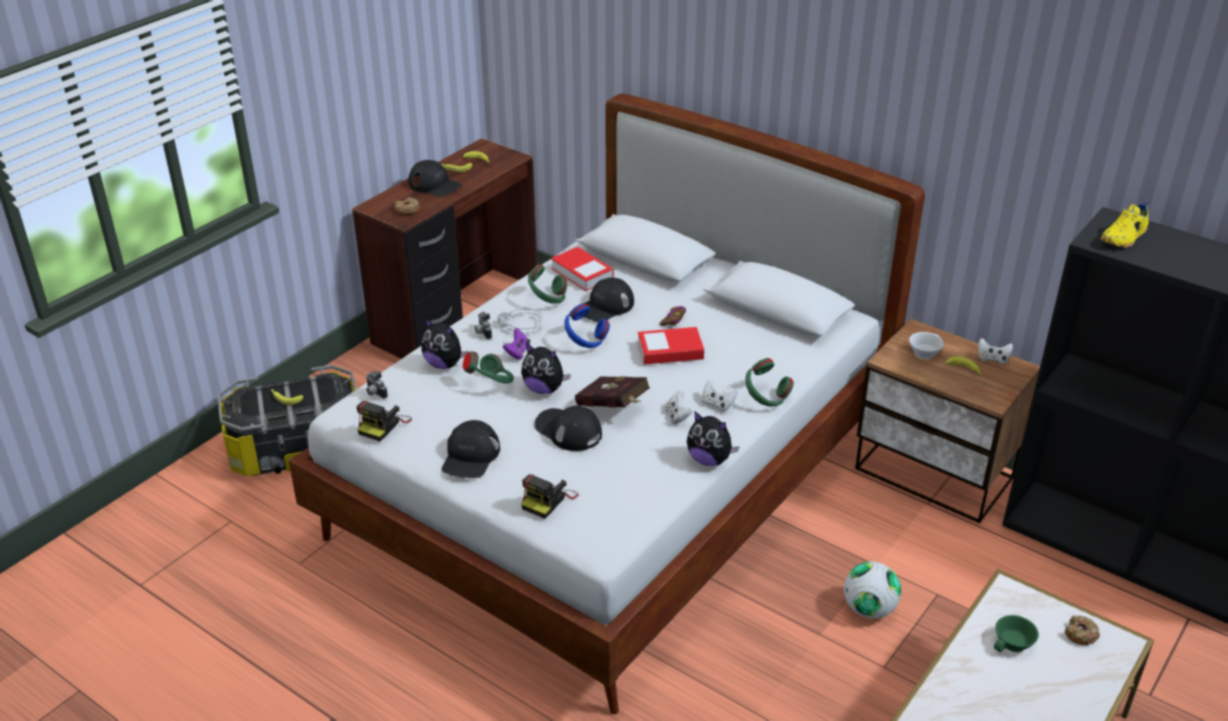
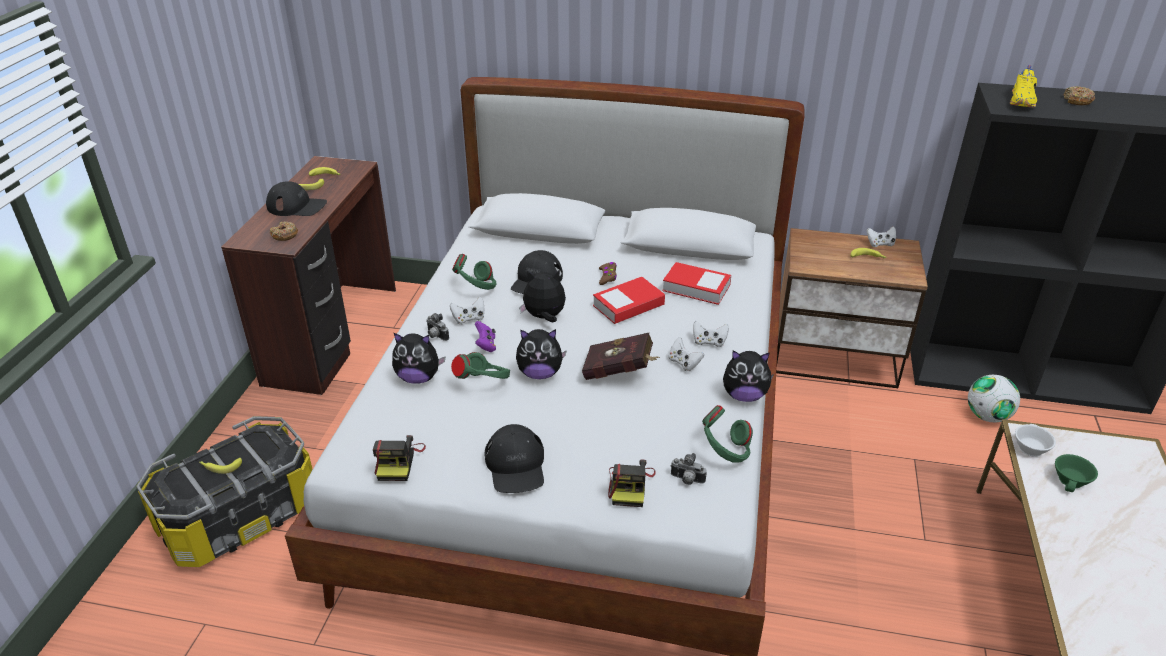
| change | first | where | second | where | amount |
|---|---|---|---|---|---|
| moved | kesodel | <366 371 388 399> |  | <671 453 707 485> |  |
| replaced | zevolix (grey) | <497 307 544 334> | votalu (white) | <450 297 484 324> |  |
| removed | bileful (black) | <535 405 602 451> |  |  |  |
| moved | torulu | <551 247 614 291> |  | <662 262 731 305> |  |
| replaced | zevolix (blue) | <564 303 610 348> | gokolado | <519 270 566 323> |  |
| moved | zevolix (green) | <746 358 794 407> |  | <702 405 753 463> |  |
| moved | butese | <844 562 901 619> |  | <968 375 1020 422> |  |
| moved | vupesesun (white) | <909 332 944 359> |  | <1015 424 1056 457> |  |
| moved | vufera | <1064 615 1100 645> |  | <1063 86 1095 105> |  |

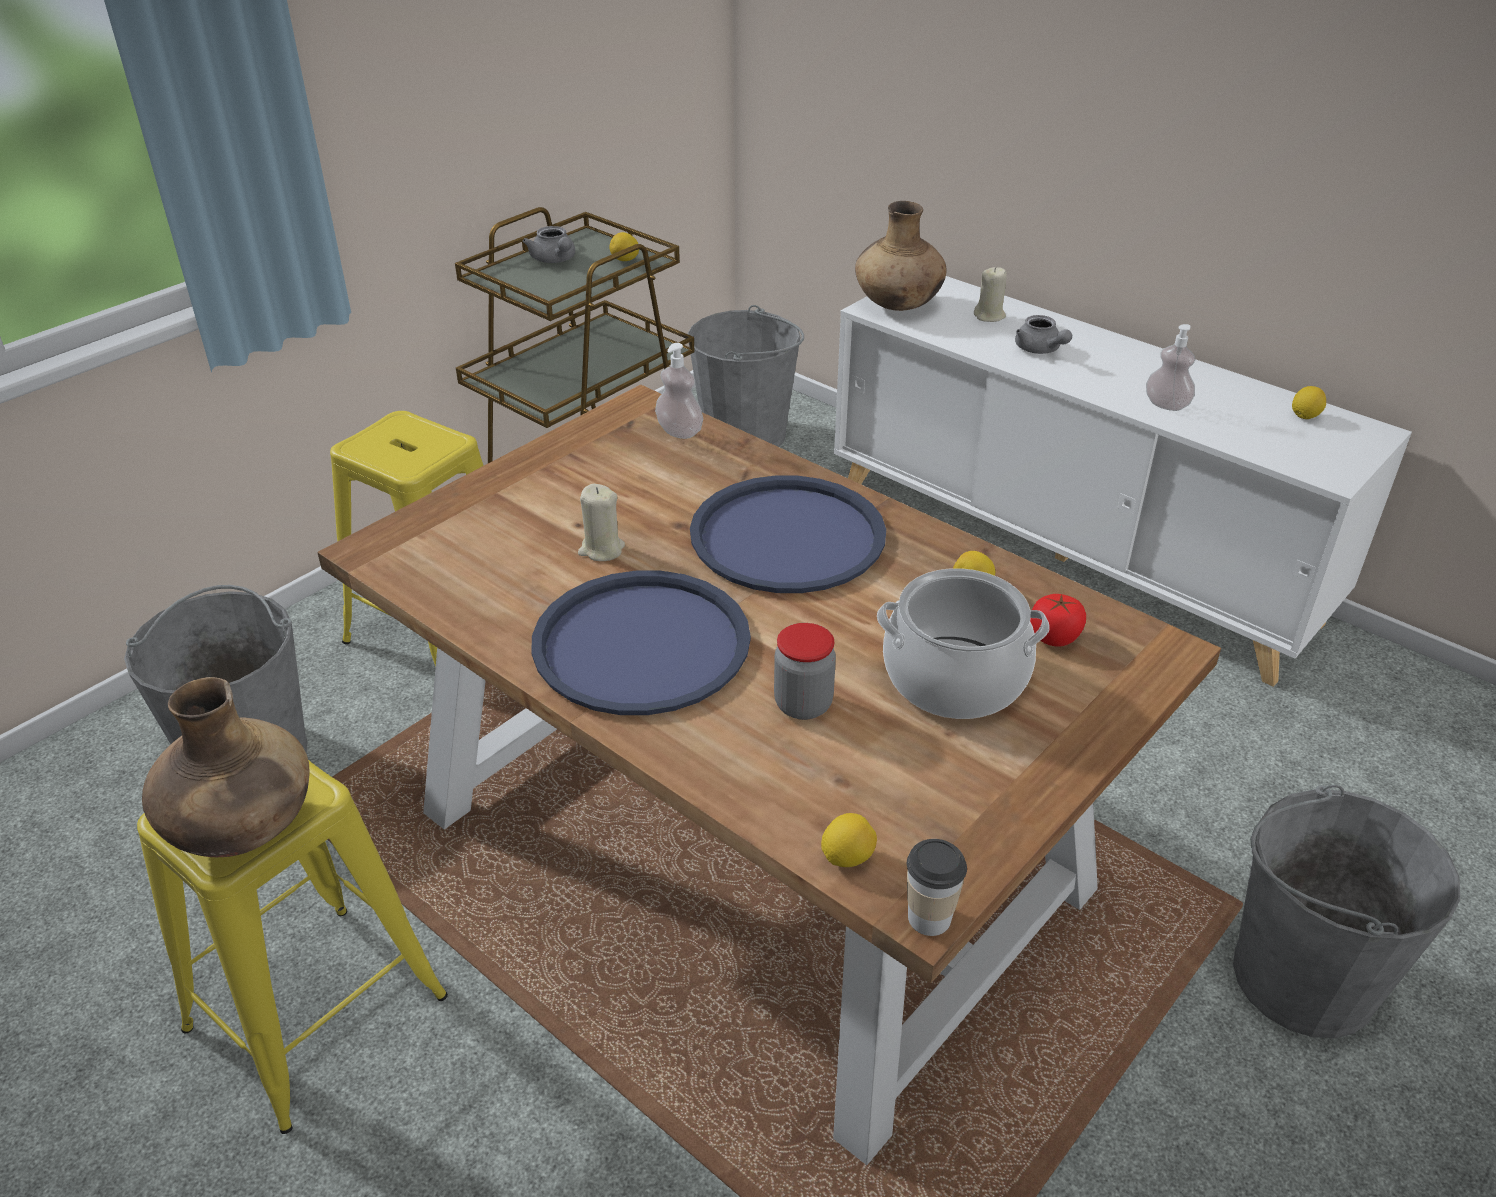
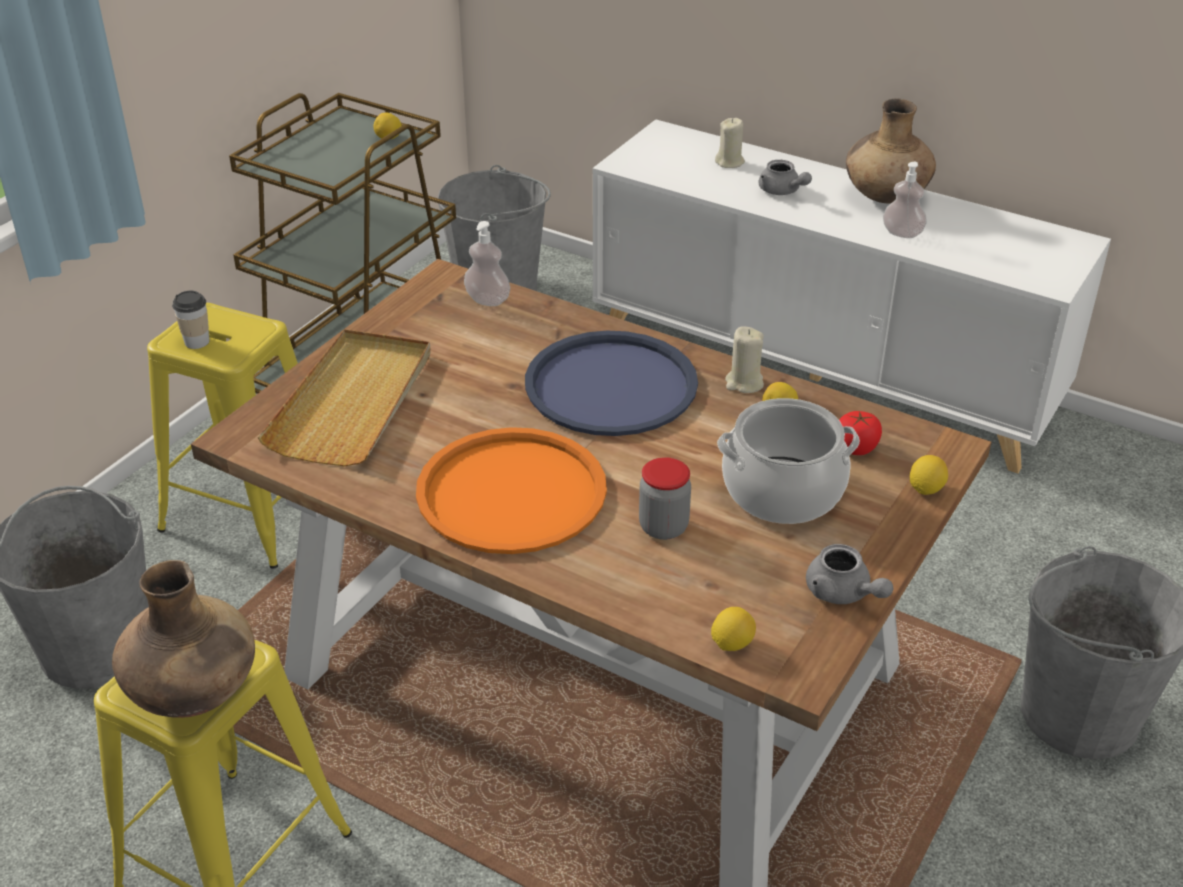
| change | first | where | second | where | amount |
|---|---|---|---|---|---|
| moved | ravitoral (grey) | <523 226 575 263> |  | <806 544 893 604> |  |
| recoloured | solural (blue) | <531 571 751 715> | solural (orange) | <416 427 607 554> |  |
| moved | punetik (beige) | <578 484 625 561> |  | <725 326 764 393> |  |
| moved | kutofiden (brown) | <855 201 946 311> |  | <846 99 936 203> |  |
| moved | vupesesun | <907 839 967 936> |  | <172 291 210 349> |  |
| moved | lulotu | <1292 386 1326 419> |  | <910 455 948 495> |  |
| added |  |  | solural (beige) | <257 329 431 466> |  |

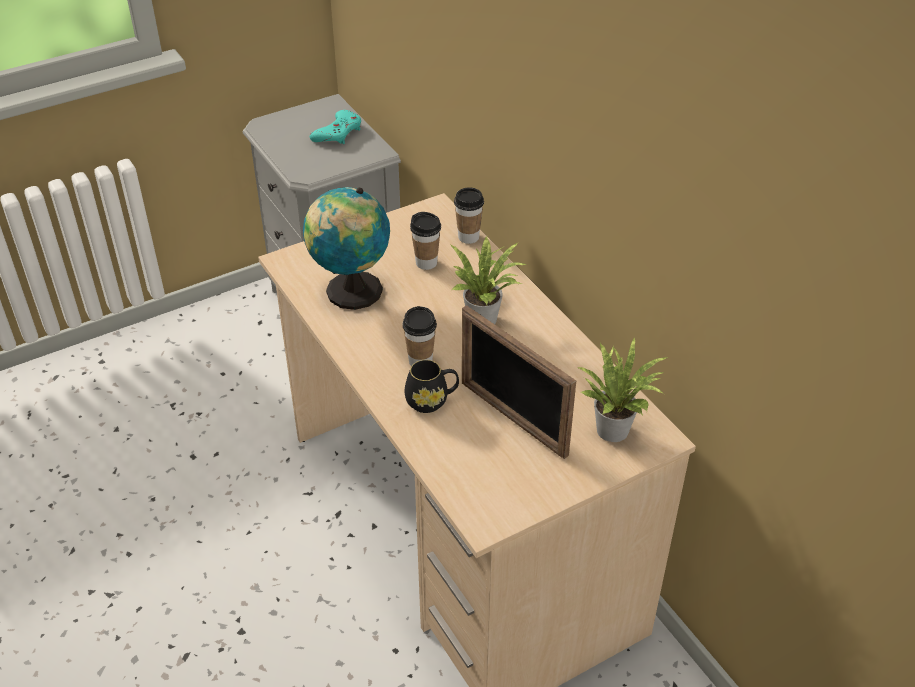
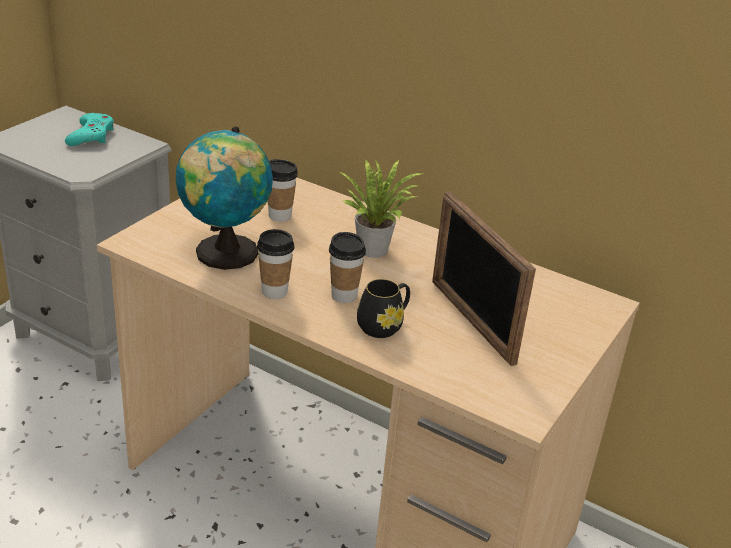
| change | first | where | second | where | amount |
|---|---|---|---|---|---|
| moved | vupesesun | <454 187 484 244> |  | <257 229 295 299> |  |
| turned | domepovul | <462 305 576 459> |  | <432 191 536 366> | 45 degrees clockwise |
| removed | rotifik | <577 337 667 442> |  |  |  |

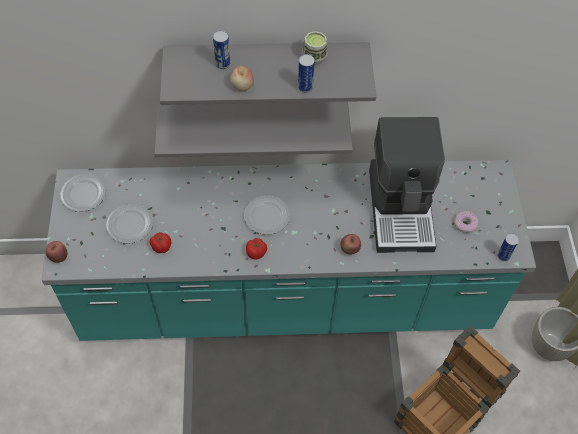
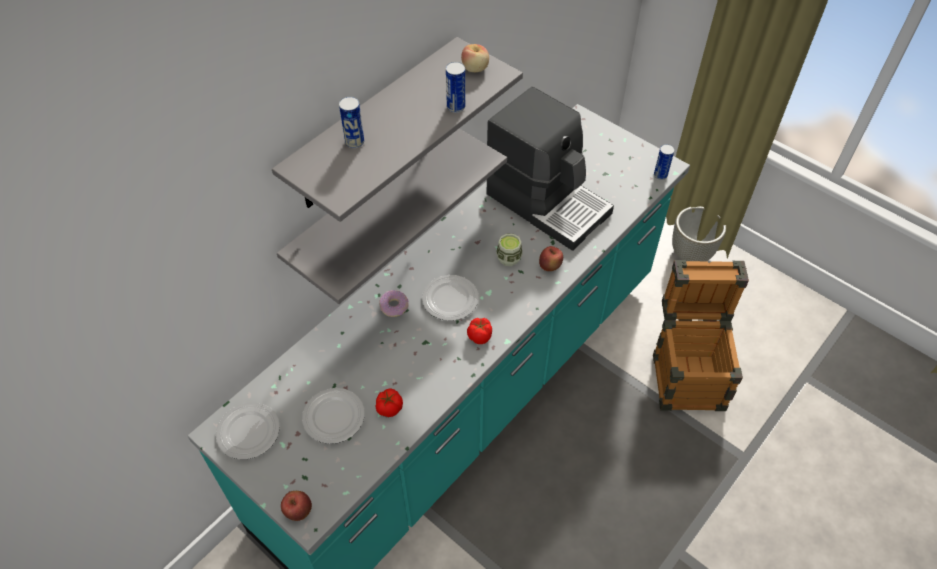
| change | first | where | second | where | amount |
|---|---|---|---|---|---|
| moved | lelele | <230 66 254 91> |  | <461 44 489 72> |  |
| moved | vupesesun | <302 31 328 65> |  | <496 234 522 266> |  |
| moved | vufera | <454 211 478 233> |  | <379 290 409 317> |  |

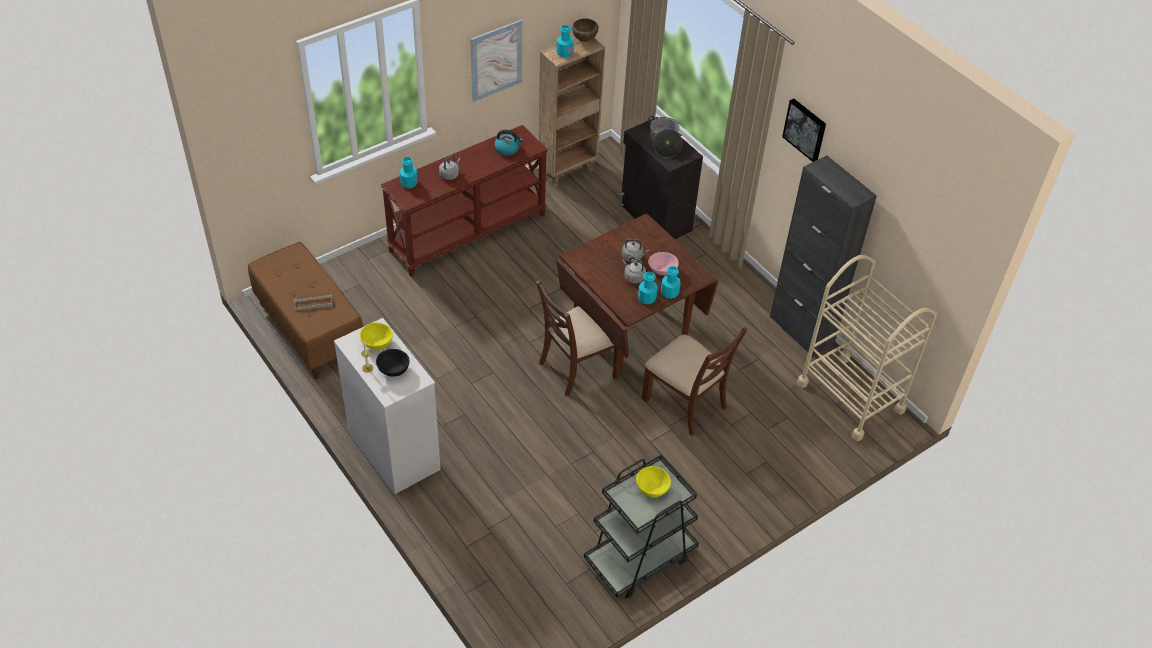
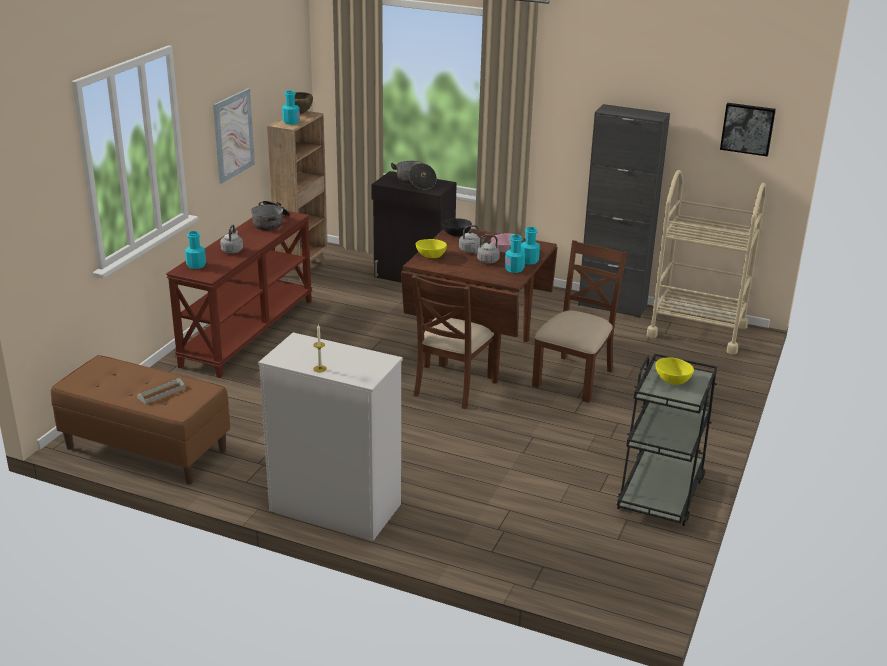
| change | first | where | second | where | amount |
|---|---|---|---|---|---|
| moved | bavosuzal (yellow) | <360 322 393 350> |  | <416 239 447 258> |  |
| moved | bavosuzal (black) | <376 349 409 377> |  | <441 218 472 236> |  |
| replaced | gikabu | <494 130 523 156> | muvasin | <251 201 291 231> |  |
| turned | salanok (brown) | <642 327 748 436> |  | <532 240 628 403> | 75 degrees counterclockwise |
| moved | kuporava | <782 99 826 162> |  | <720 103 776 156> |  |

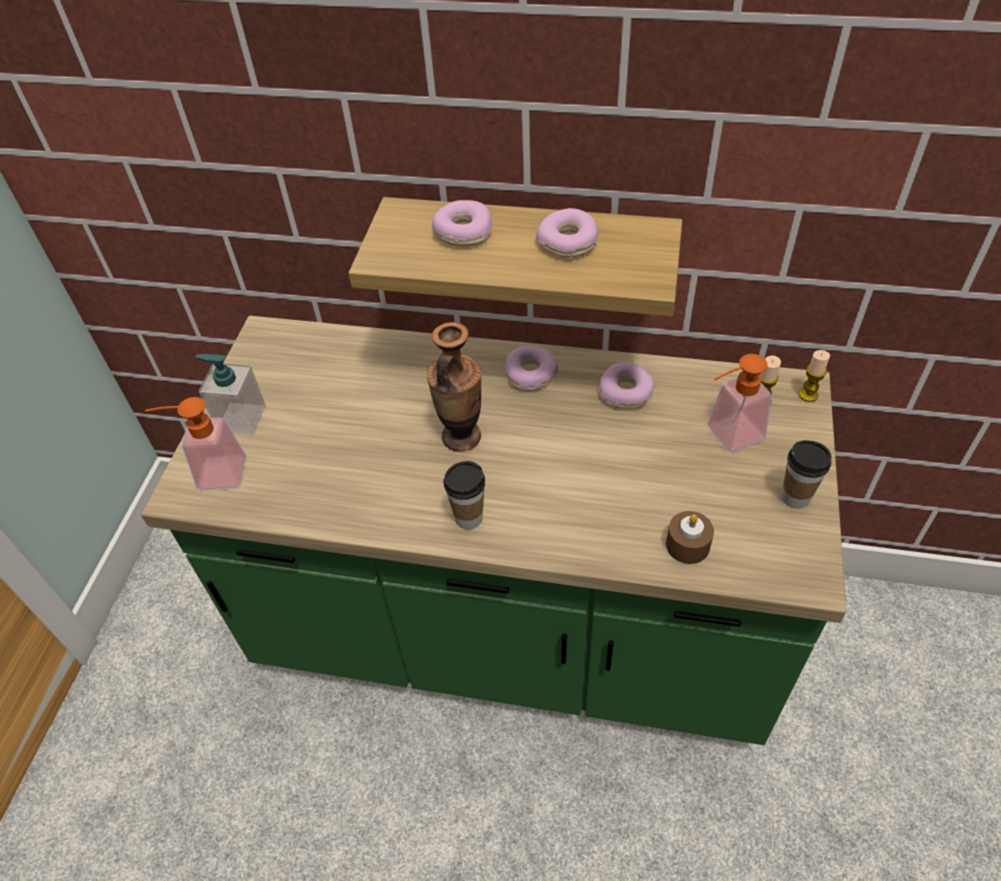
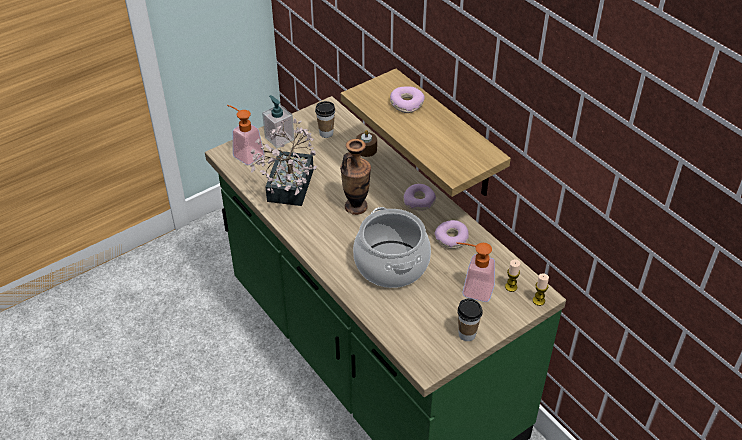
| change | first | where | second | where | amount |
|---|---|---|---|---|---|
| moved | vupesesun | <443 461 485 529> |  | <315 101 335 138> |  |
| removed | vufera | <536 208 599 258> |  |  |  |
| moved | punetik (brown) | <666 511 714 564> |  | <356 130 377 157> |  |
| added |  |  | rotifik | <250 118 317 206> |  |
| added |  |  | muvasin | <353 207 431 288> |  |

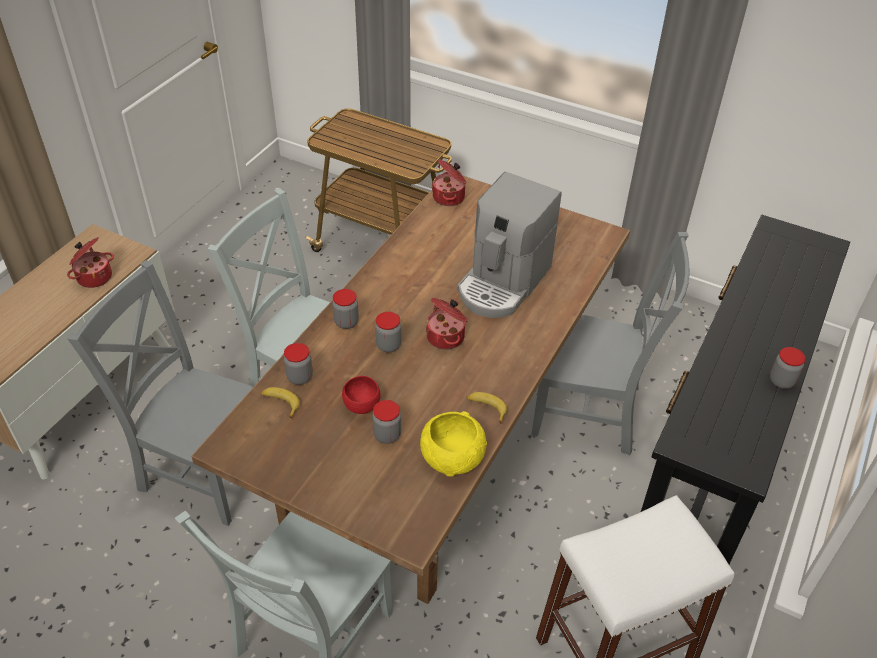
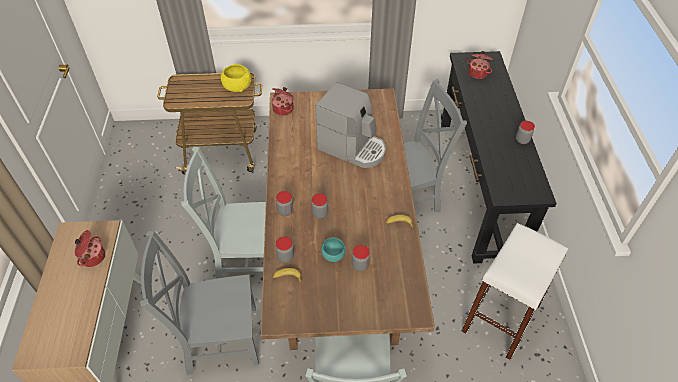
| change | first | where | second | where | amount |
|---|---|---|---|---|---|
| recoloured | bavosuzal (red) | <342 376 381 414> | bavosuzal (turquoise) | <321 238 346 262> |  |
| moved | bavosuzal (yellow) | <420 411 487 477> |  | <221 64 251 92> |  |
| moved | muvasin | <426 298 468 350> |  | <467 51 493 79> |  |
| turned | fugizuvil | <458 172 562 318> |  | <316 82 386 168> | 60 degrees counterclockwise |

